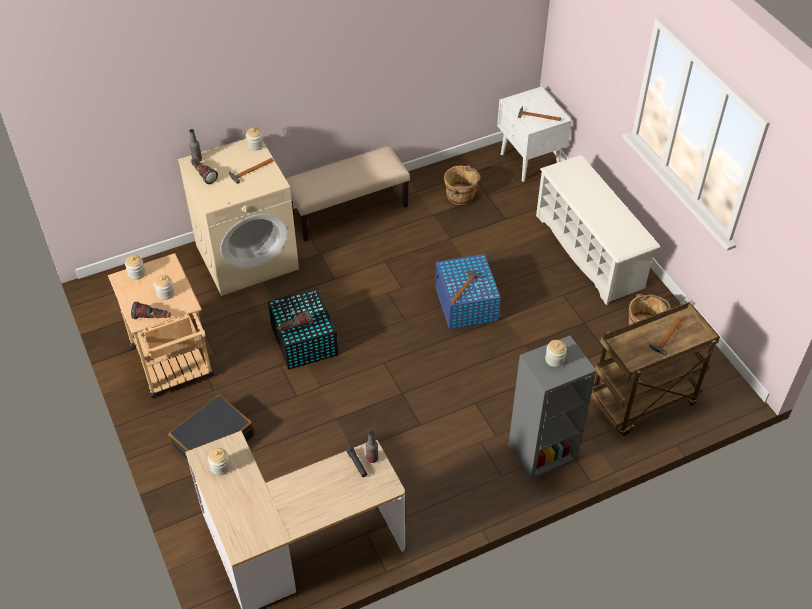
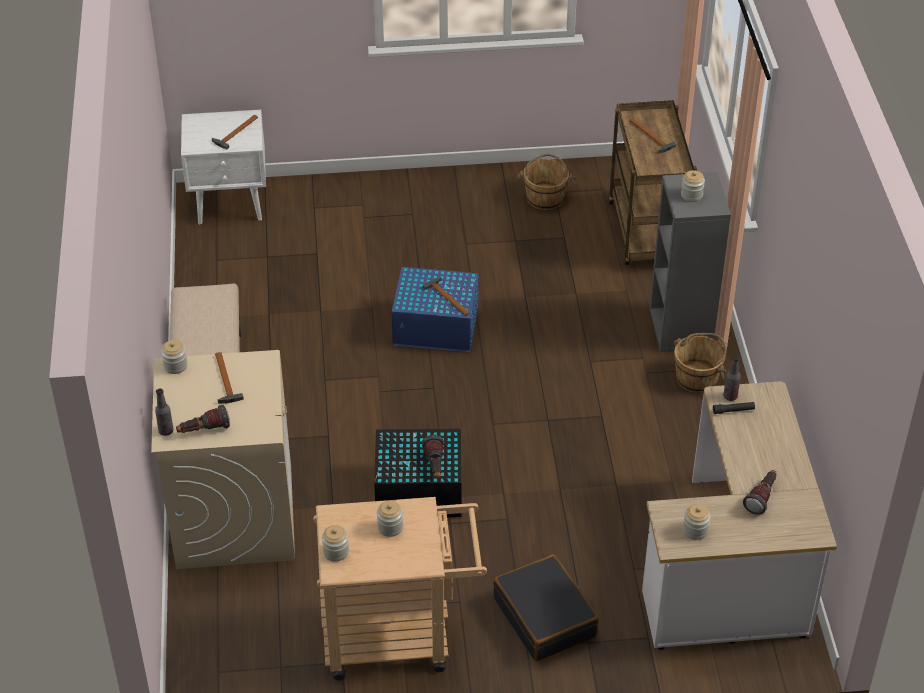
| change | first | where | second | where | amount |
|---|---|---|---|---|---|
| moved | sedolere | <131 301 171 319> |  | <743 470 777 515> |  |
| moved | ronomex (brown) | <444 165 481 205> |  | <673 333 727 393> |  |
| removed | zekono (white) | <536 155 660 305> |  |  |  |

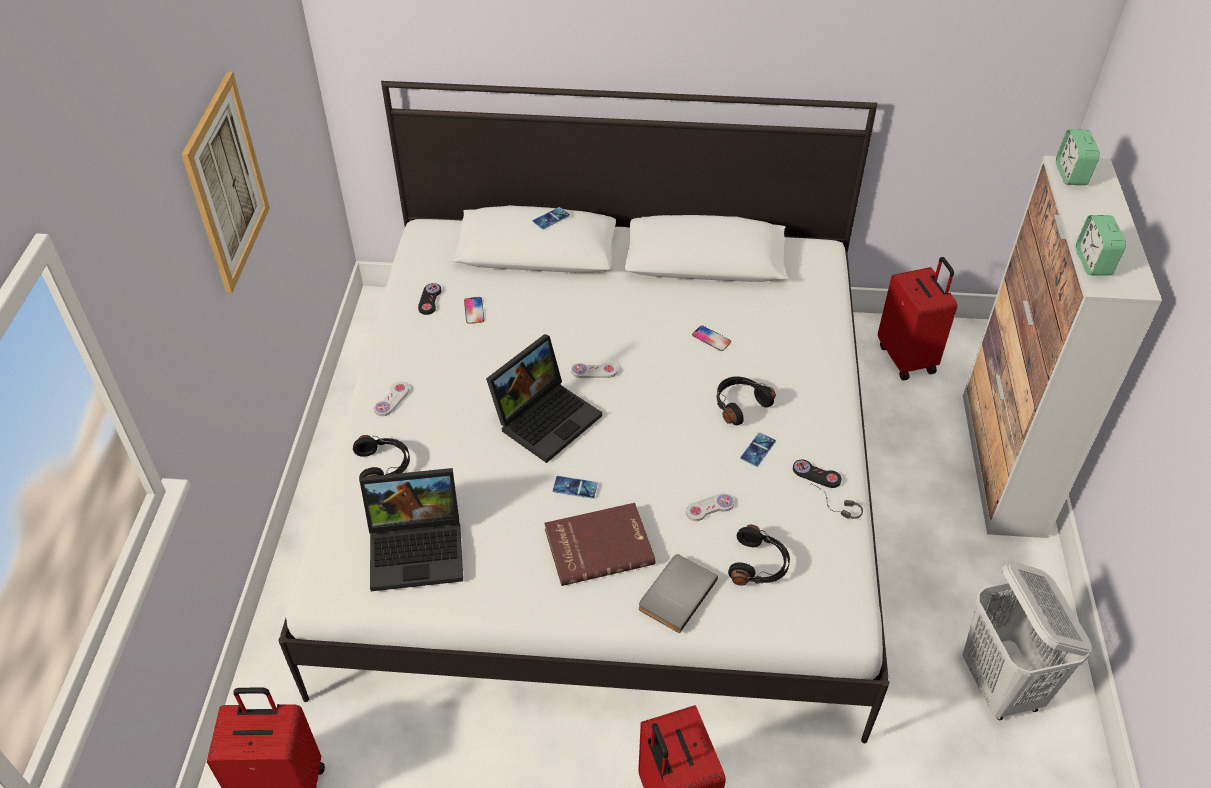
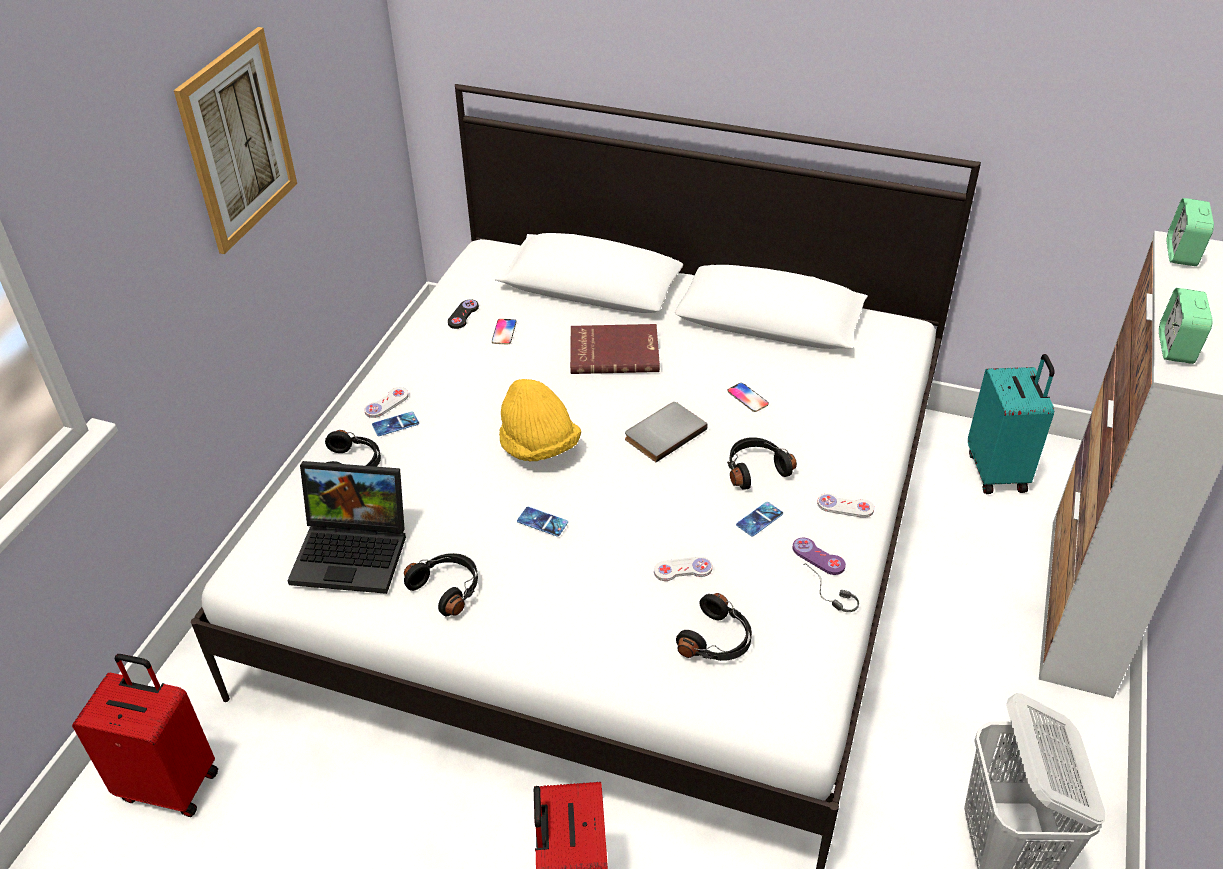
| change | first | where | second | where | amount |
|---|---|---|---|---|---|
| replaced | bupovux | <486 334 602 463> | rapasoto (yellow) | <499 379 581 461> |  |
| moved | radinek | <532 207 570 229> |  | <372 411 419 436> |  |
| moved | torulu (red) | <544 503 656 586> |  | <570 324 660 374> |  |
| moved | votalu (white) | <571 363 617 378> |  | <817 494 874 518> |  |
| moved | torulu (grey) | <639 554 718 633> |  | <625 402 708 462> |  |
| recoloured | votalu (black) | <793 460 842 488> | votalu (purple) | <792 538 846 575> |  |
| recoloured | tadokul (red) | <878 257 957 380> | tadokul (turquoise) | <968 354 1055 494> |  |
| added |  |  | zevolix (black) | <404 553 478 616> |  |

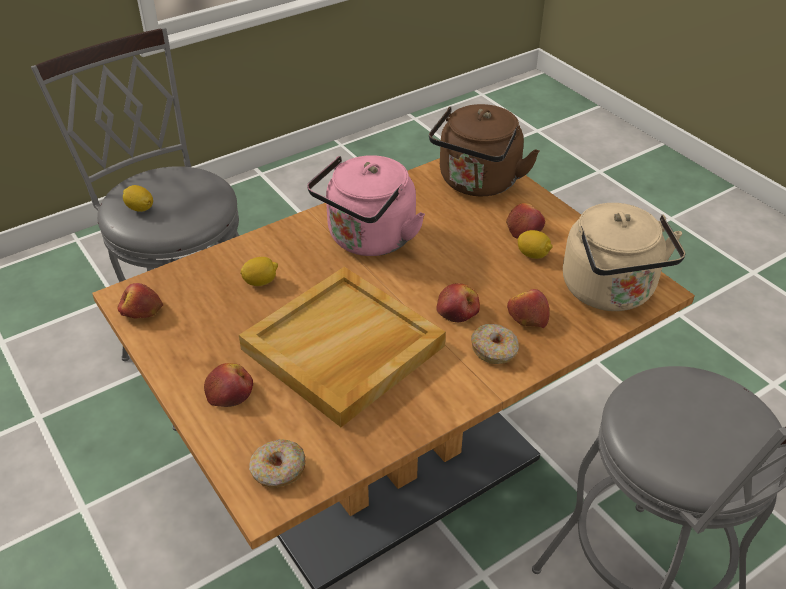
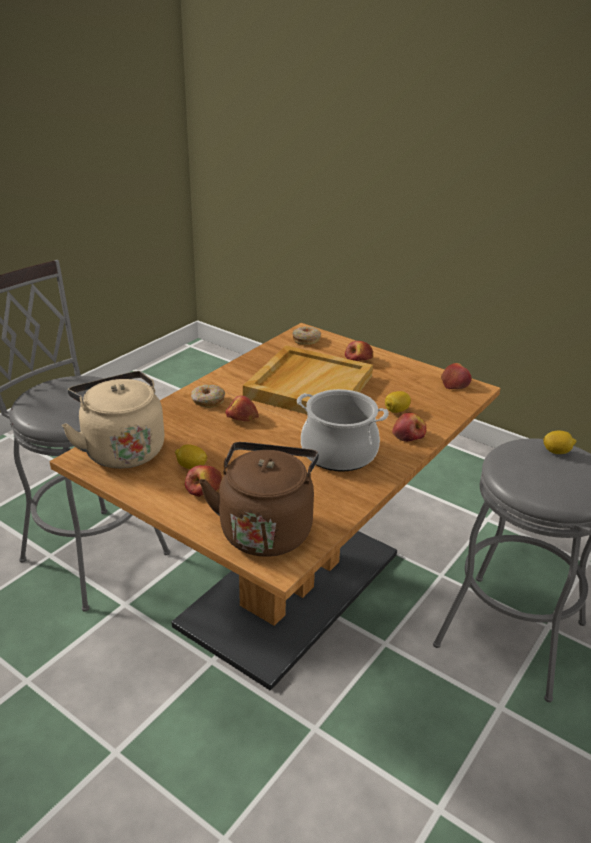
| change | first | where | second | where | amount |
|---|---|---|---|---|---|
| replaced | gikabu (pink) | <307 155 425 256> | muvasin | <297 389 389 472> |  |
| moved | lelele | <507 289 549 328> |  | <392 413 426 442> |  |

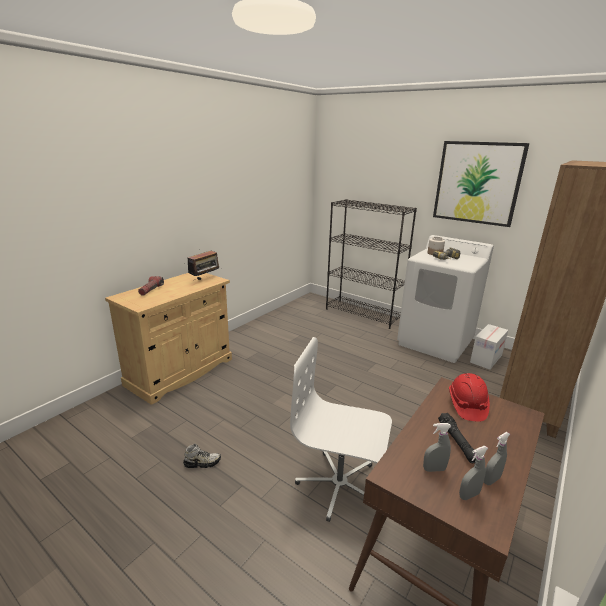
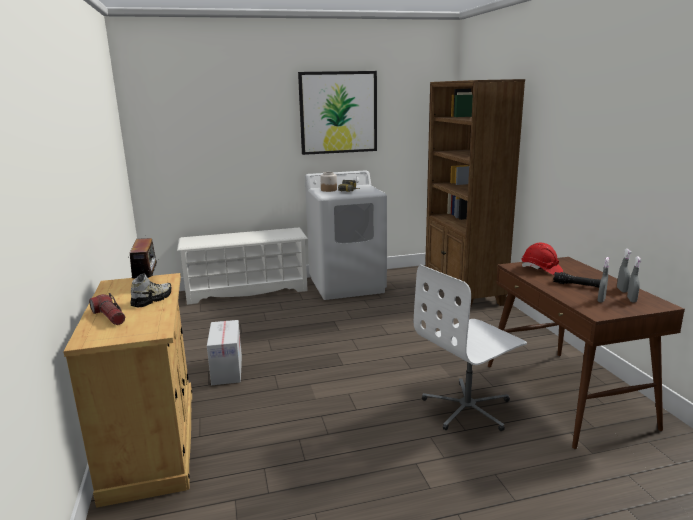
| change | first | where | second | where | amount |
|---|---|---|---|---|---|
| moved | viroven | <183 444 221 468> |  | <130 274 171 307> |  |
| replaced | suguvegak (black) | <326 199 417 329> | zekono (white) | <177 228 308 305> |  |
| moved | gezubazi | <470 324 508 370> |  | <207 320 242 385> |  |

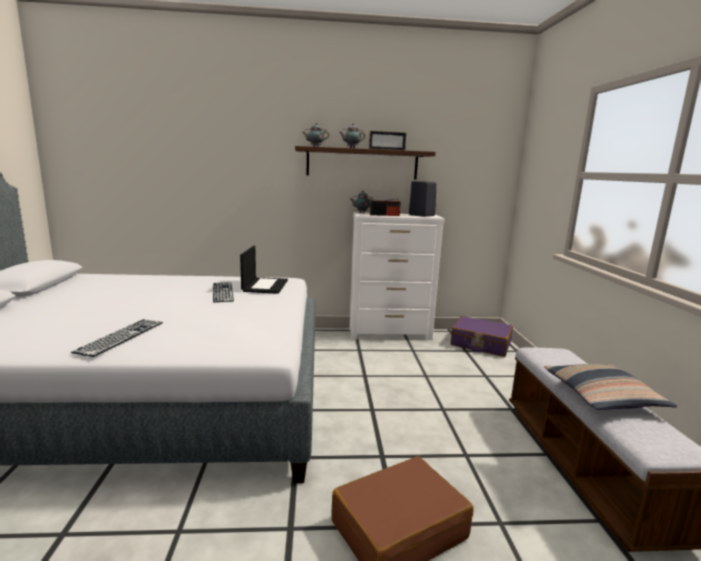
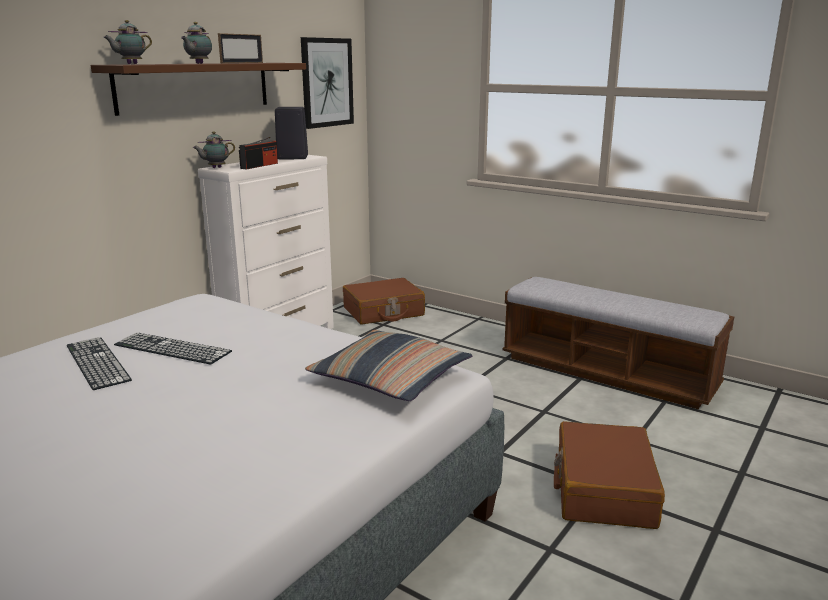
| change | first | where | second | where | amount |
|---|---|---|---|---|---|
| moved | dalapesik | <71 319 163 357> |  | <67 337 132 390> |  |
| removed | bupovux | <240 246 288 294> |  |  |  |
| recoloured | tadokul (purple) | <451 316 513 357> | tadokul (brown) | <343 278 425 324> |  |
| moved | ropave | <544 364 677 410> |  | <305 330 472 401> |  |
| added |  |  | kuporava | <301 37 354 129> |  |

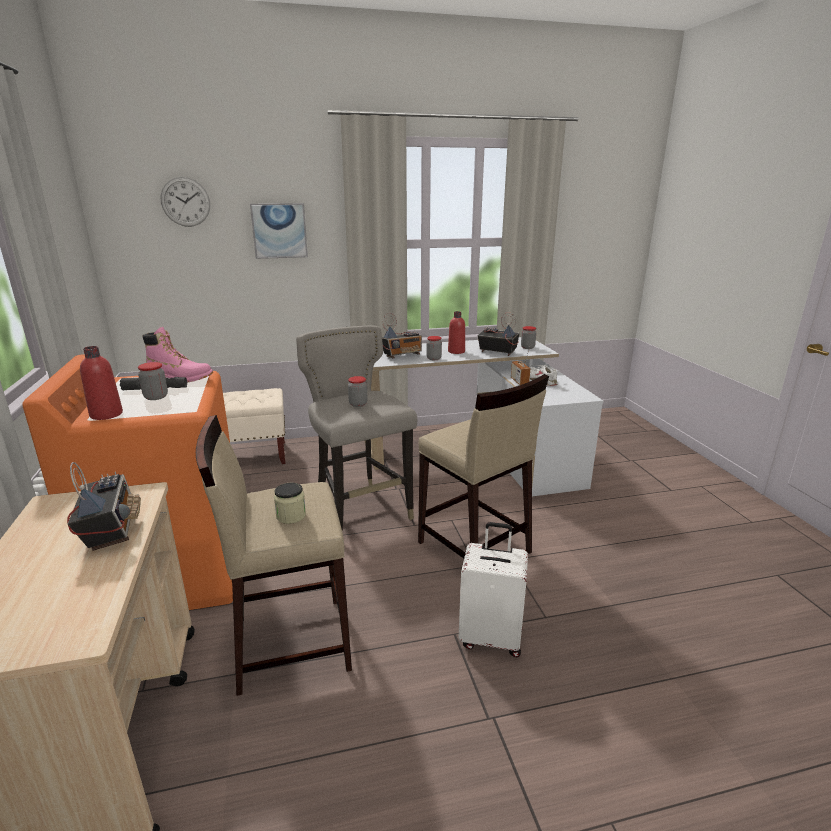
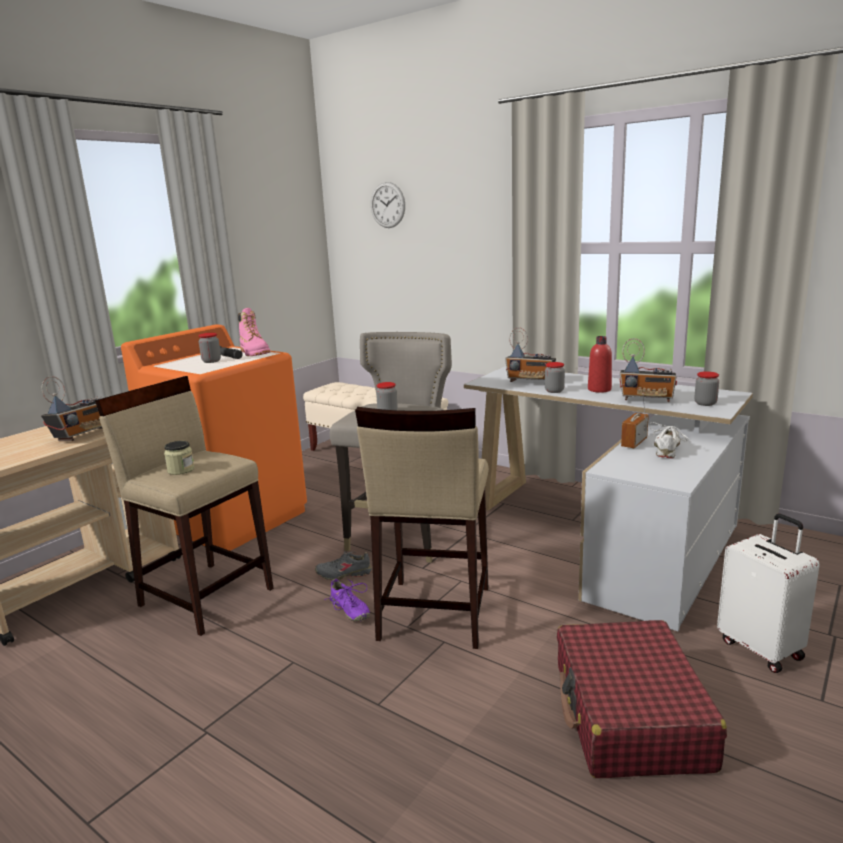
| change | first | where | second | where | amount |
|---|---|---|---|---|---|
| removed | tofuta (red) | <80 346 123 420> |  |  |  |
| removed | kuporava | <250 203 308 259> |  |  |  |
| moved | tadokul (white) | <458 522 528 657> |  | <717 513 820 673> |  |
| turned | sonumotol | <478 312 520 356> |  | <620 338 677 402> | 120 degrees clockwise |
| added |  |  | viroven (grey) | <315 552 372 580> |  |
| added |  |  | viroven (purple) | <324 578 370 621> |  |
| added |  |  | tadokul (red) | <557 620 727 778> |  |

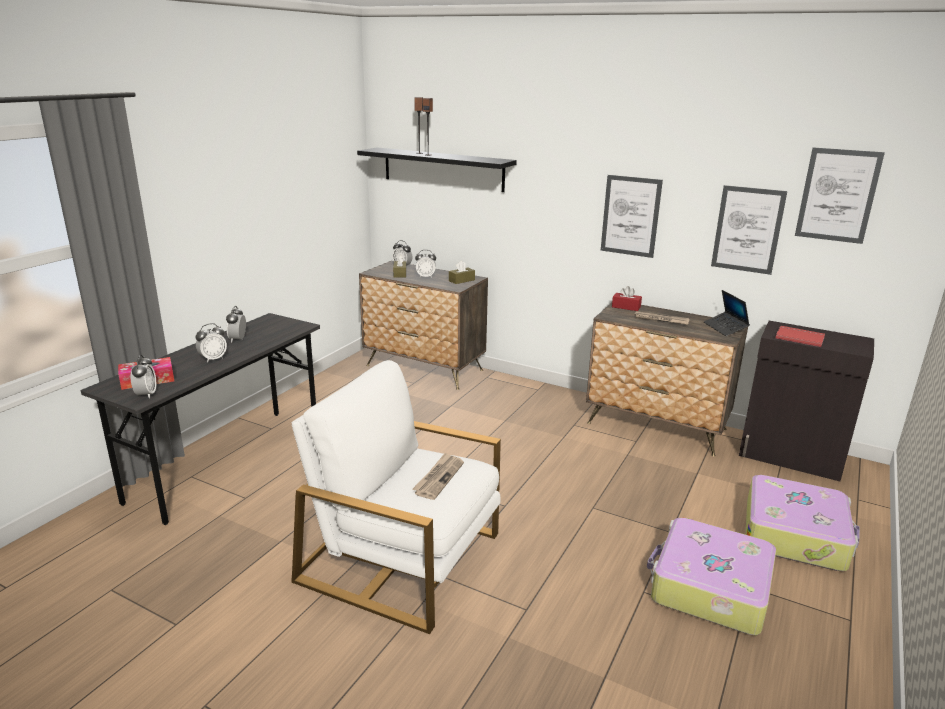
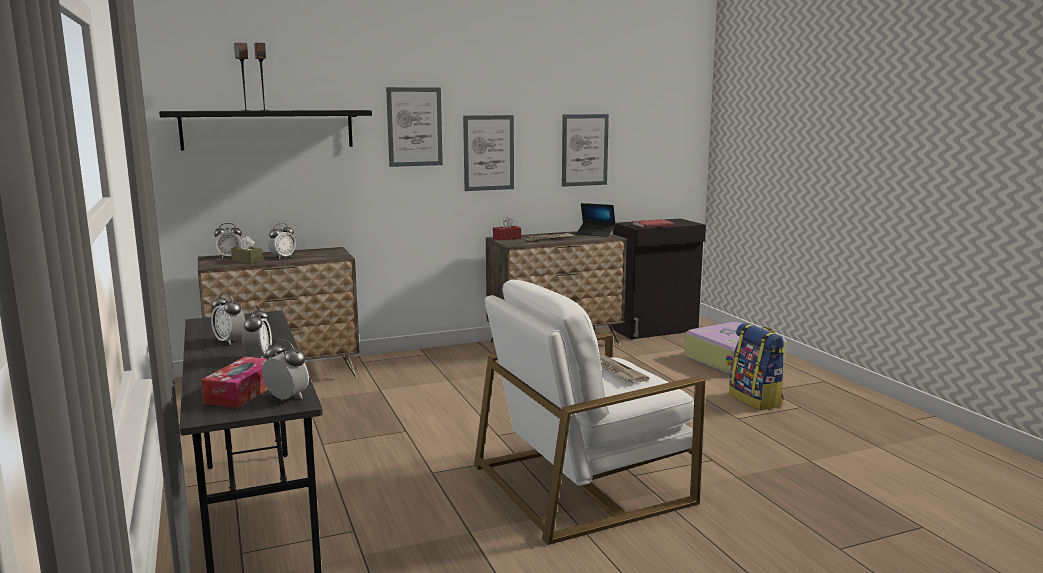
| change | first | where | second | where | amount |
|---|---|---|---|---|---|
| removed | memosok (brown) | <449 261 475 284> |  |  |  |
| replaced | tadokul | <647 518 776 635> | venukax | <729 323 786 410> |  |
| moved | kuporava | <795 148 885 244> |  | <386 87 443 167> |  |

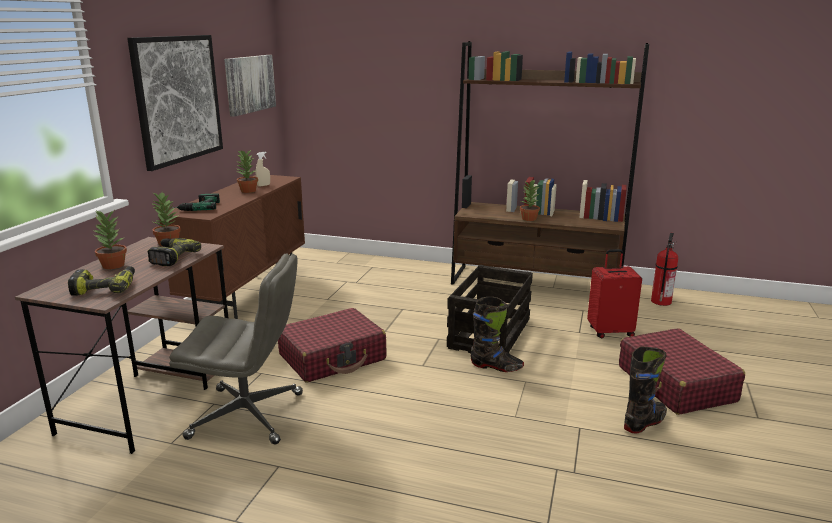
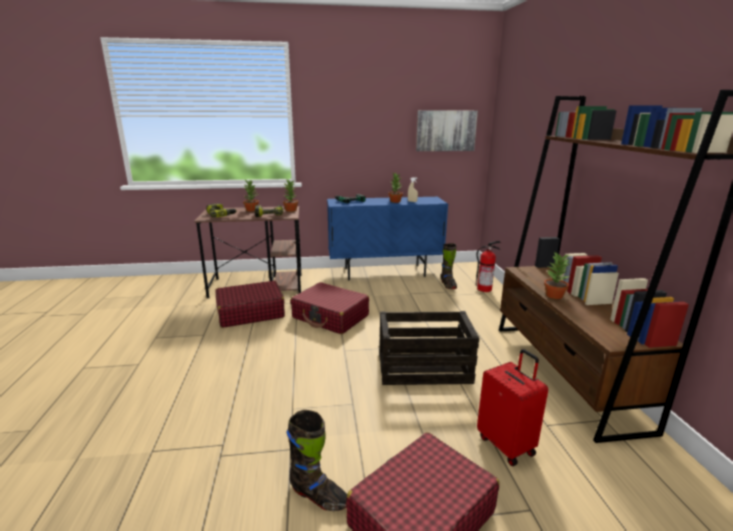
| change | first | where | second | where | amount |
|---|---|---|---|---|---|
| removed | kuporava | <127 35 223 171> |  |  |  |
| recoloured | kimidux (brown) | <159 175 305 319> | kimidux (blue) | <327 197 448 280> |  |
| replaced | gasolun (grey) | <169 254 303 444> | tadokul (red) | <215 281 285 328> |  |
| moved | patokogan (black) | <470 297 524 372> |  | <441 243 457 289> |  |
| moved | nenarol | <651 233 678 306> |  | <475 241 501 292> |  |

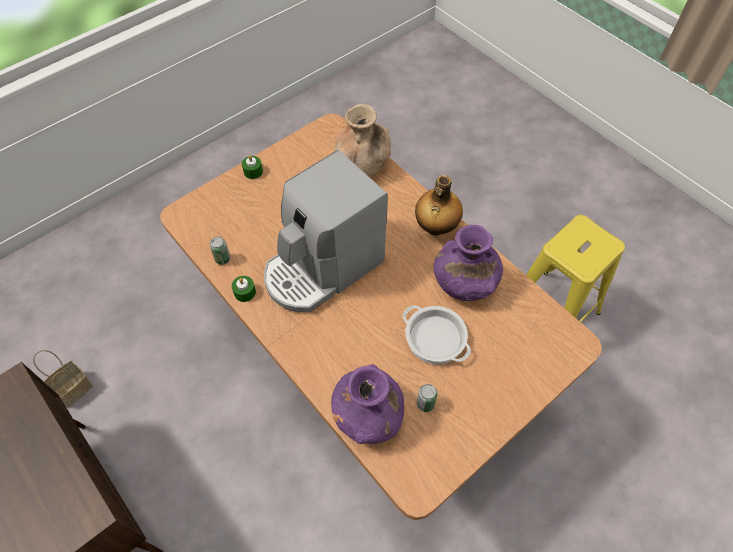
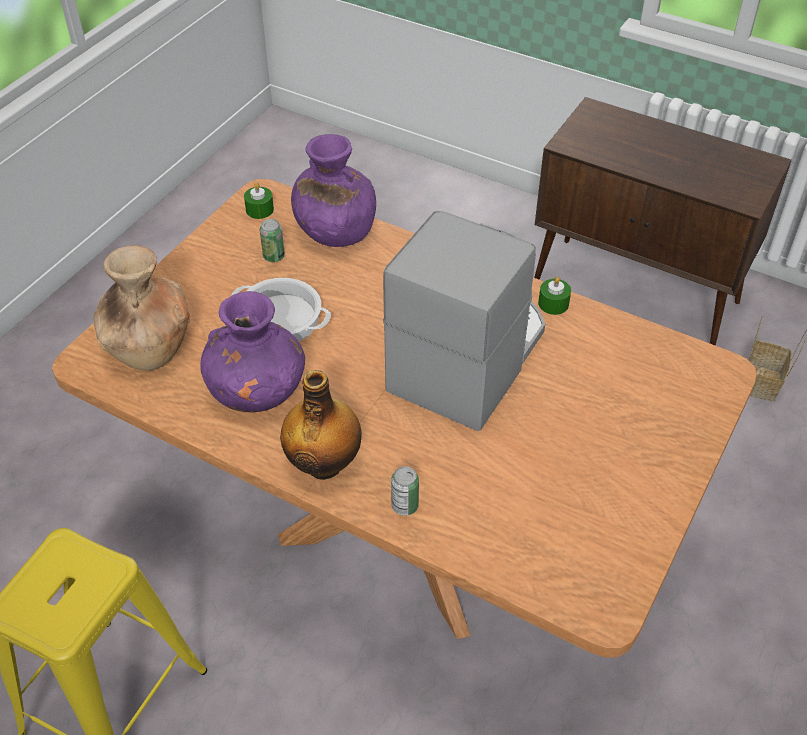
| change | first | where | second | where | amount |
|---|---|---|---|---|---|
| moved | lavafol | <210 237 231 265> |  | <391 466 419 516> |  |
| moved | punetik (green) | <242 155 263 179> |  | <244 183 274 219> |  |
| moved | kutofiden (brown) | <334 104 391 177> |  | <93 245 190 371> |  |

